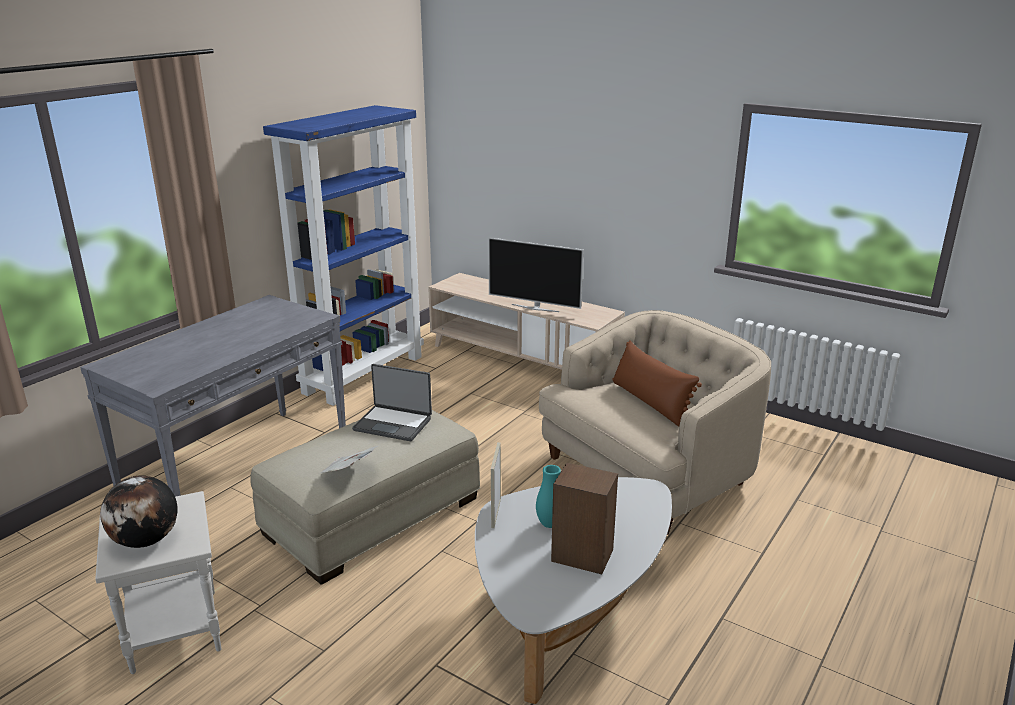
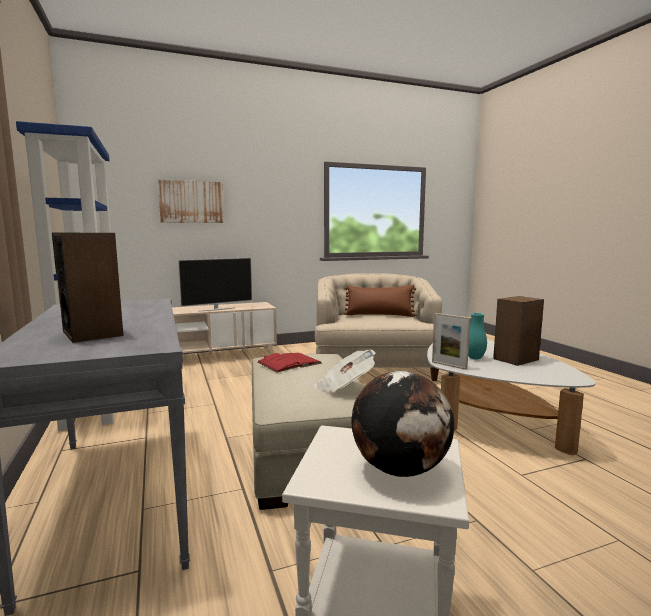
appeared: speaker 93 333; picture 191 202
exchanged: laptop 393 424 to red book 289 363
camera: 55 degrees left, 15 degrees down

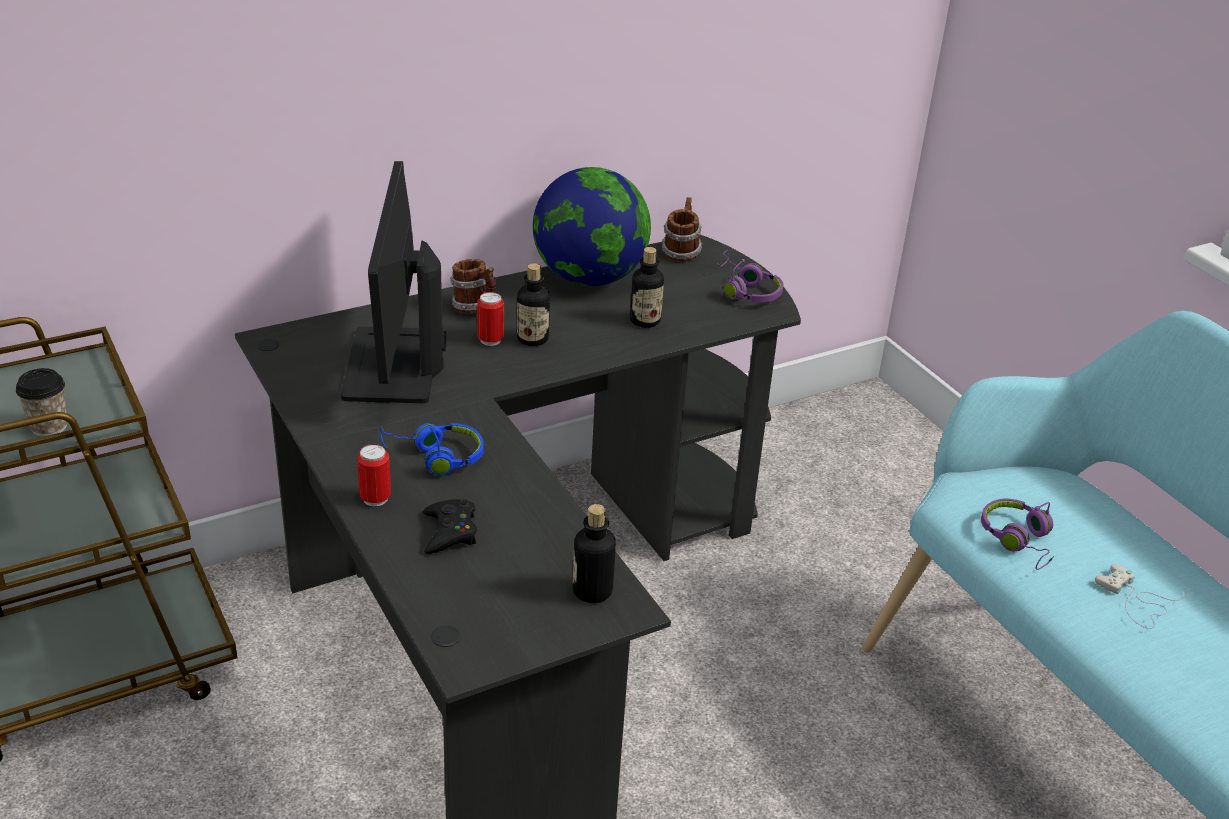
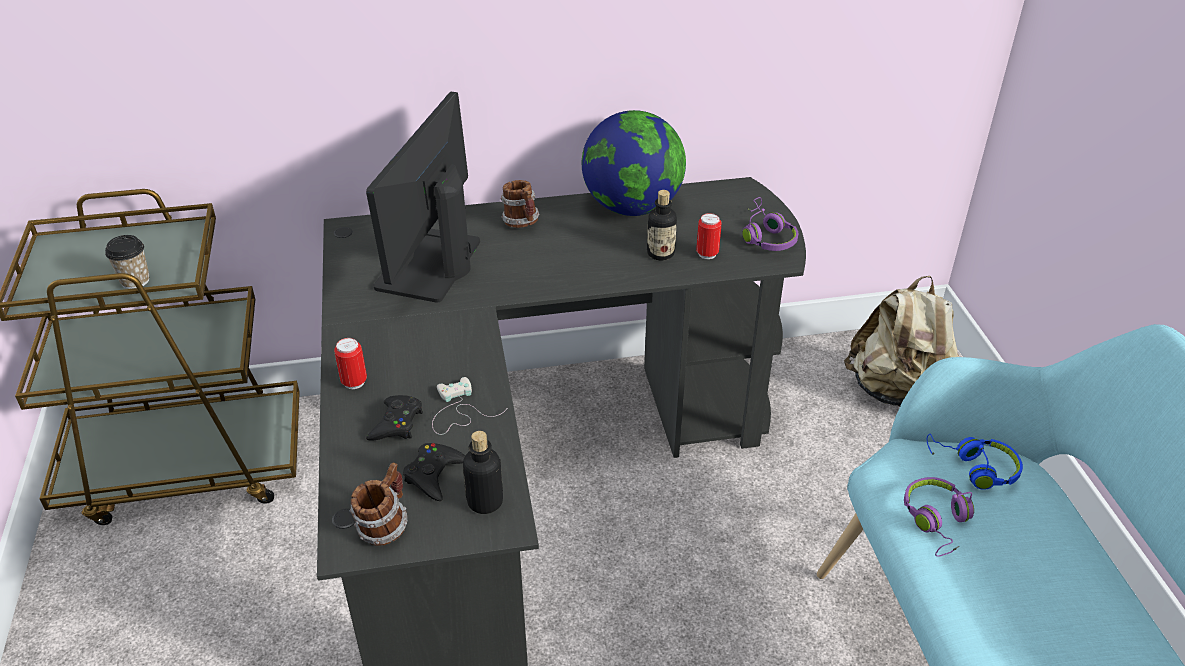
missing: bottle 532 339
appeared: black game controller 434 475; beige backpack 898 392
relocated: mug 680 252 to 384 526; white game controller 1137 601 to 458 410; can 490 340 to 707 254; blue headphones 435 457 to 974 468
camera: 20 degrees right, 5 degrees up

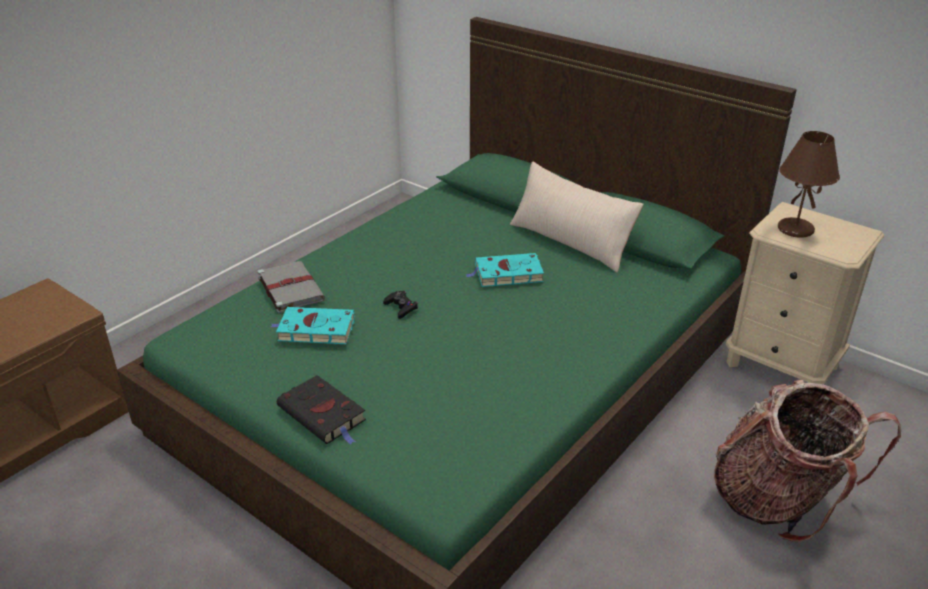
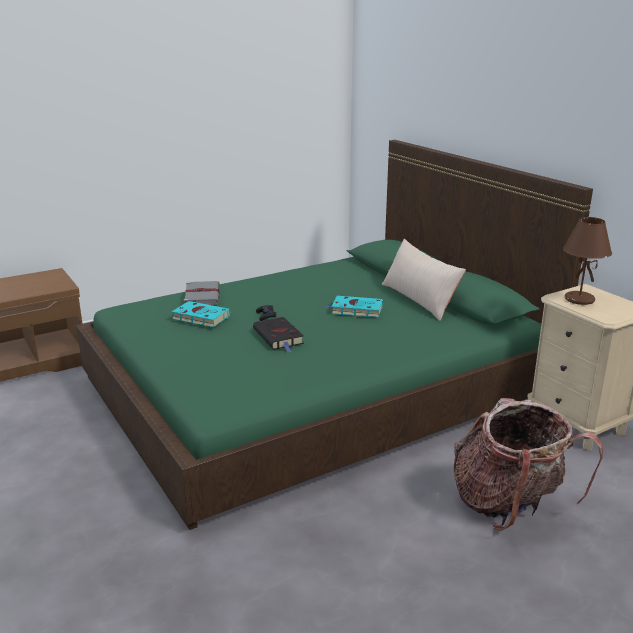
relocated: black book 324 415 to 279 337
camera: 20 degrees right, 10 degrees down

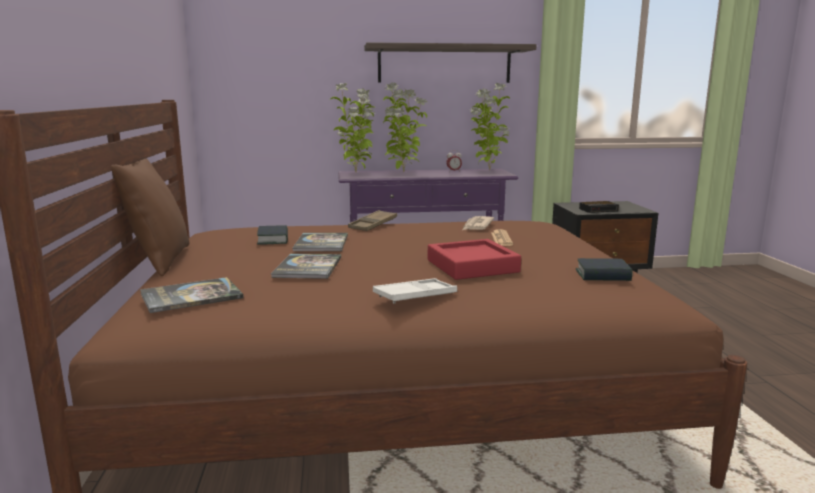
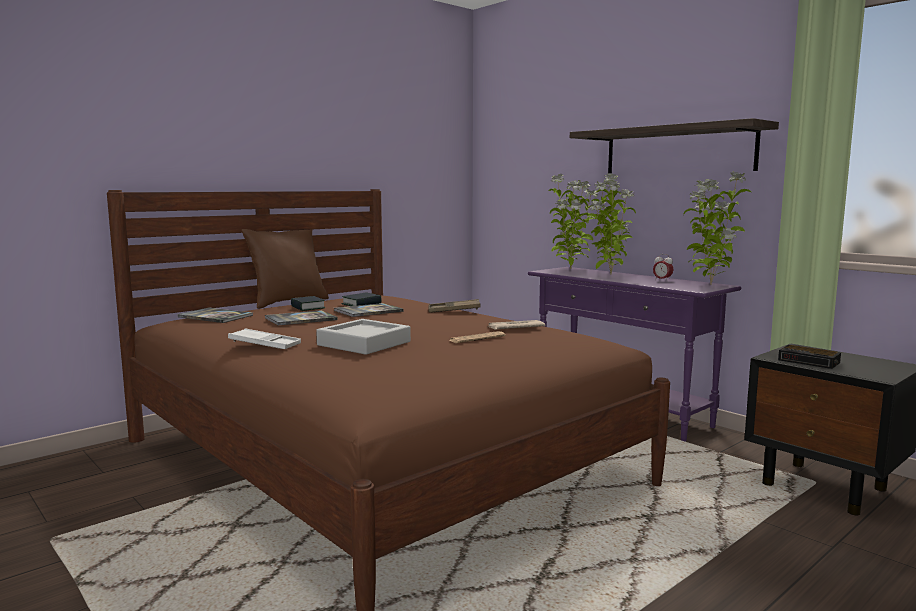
relocated: book 602 275 to 307 307
colour: red tray 472 266 to grey tray 364 343
camera: 55 degrees right, 5 degrees down

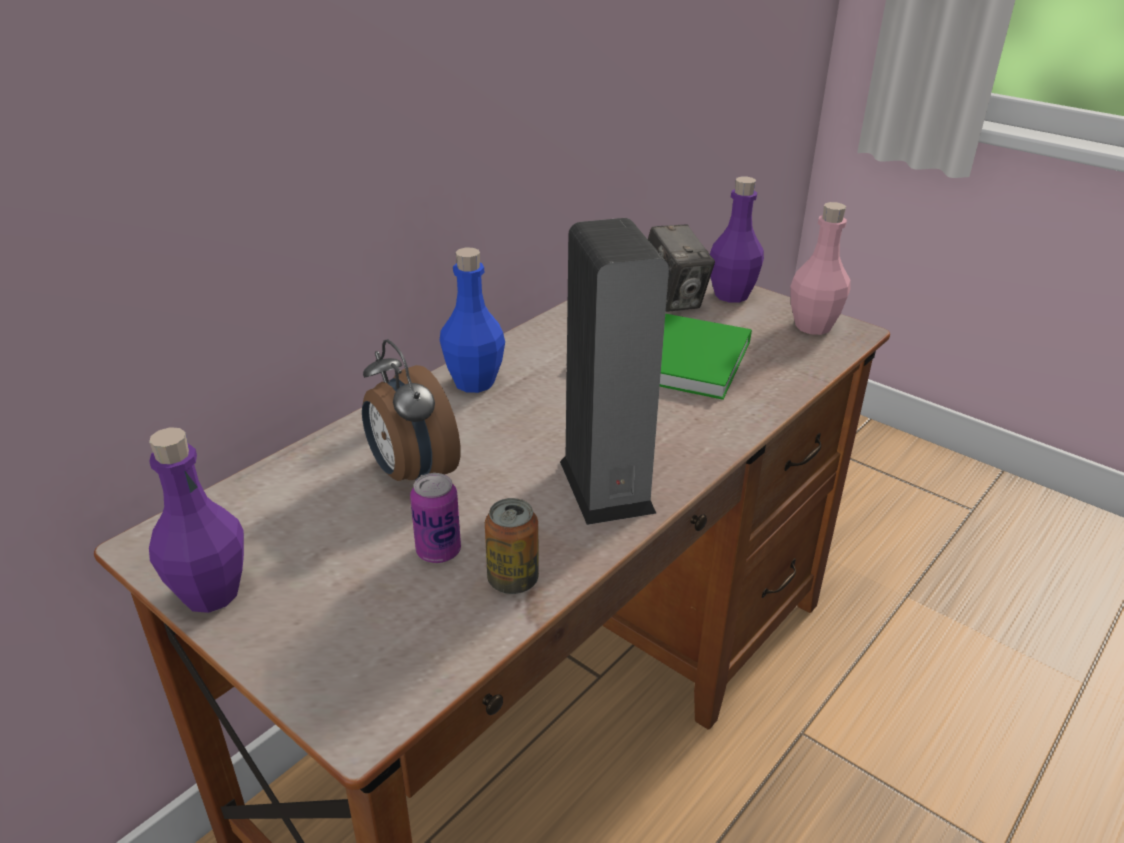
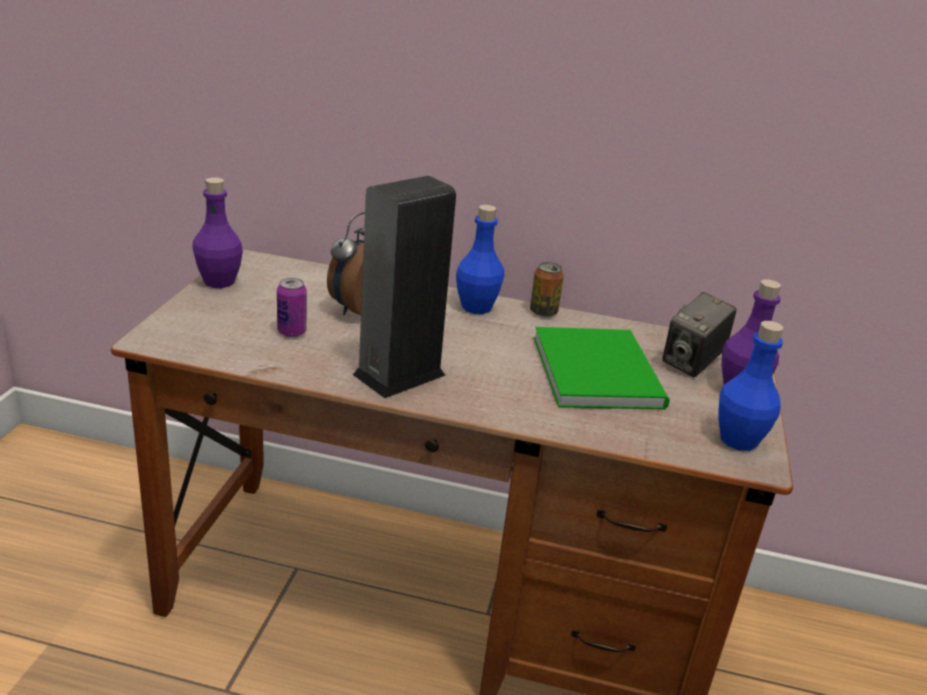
relocated: can 513 580 to 543 312
colour: pink bottle 813 326 to blue bottle 738 440
camera: 60 degrees right, 5 degrees down

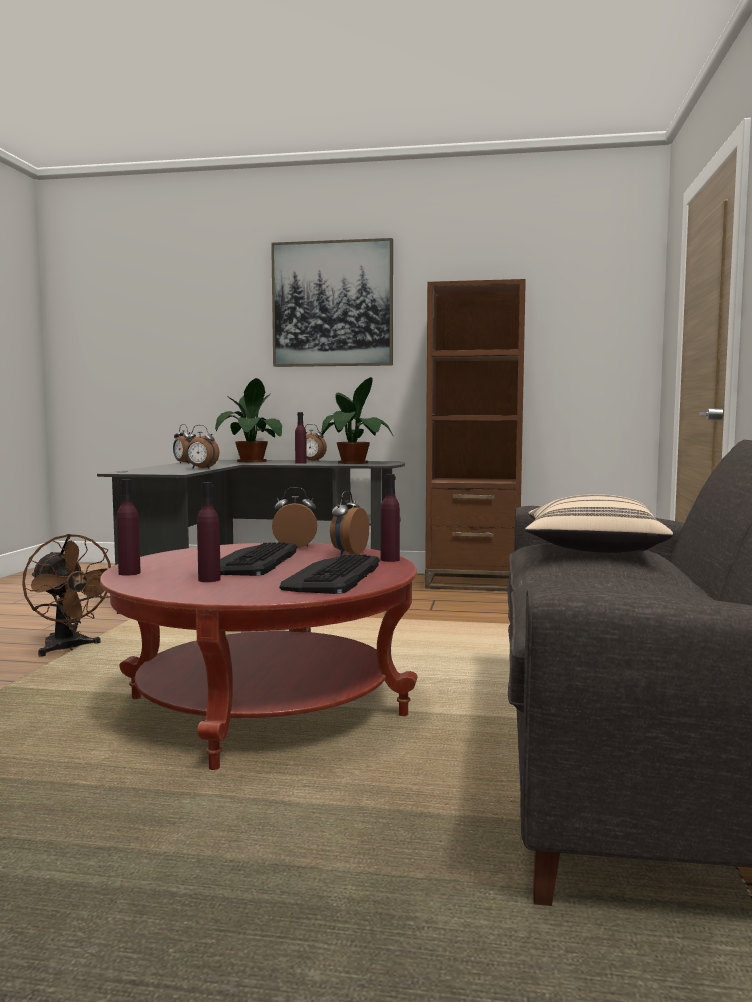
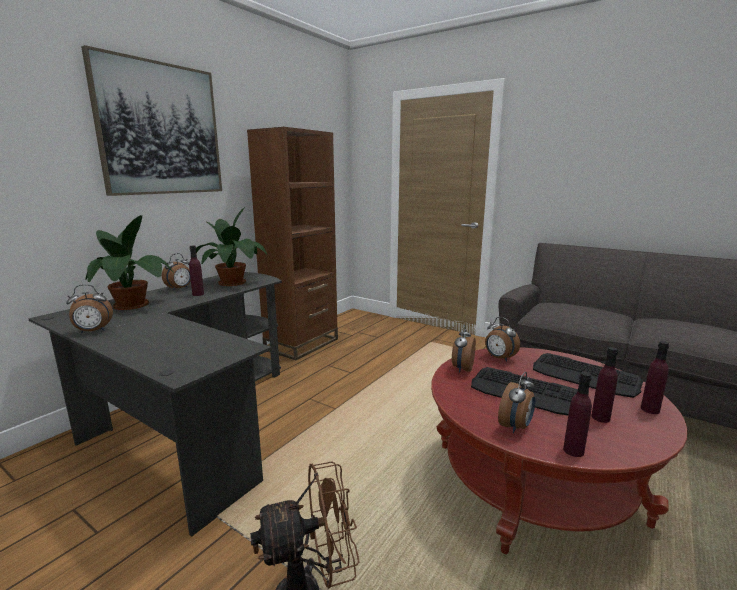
missing: beige pillow 592 550
relocated: alarm clock 201 468 to 515 427; purple bottle 390 560 to 650 409
camera: 65 degrees left, 10 degrees up

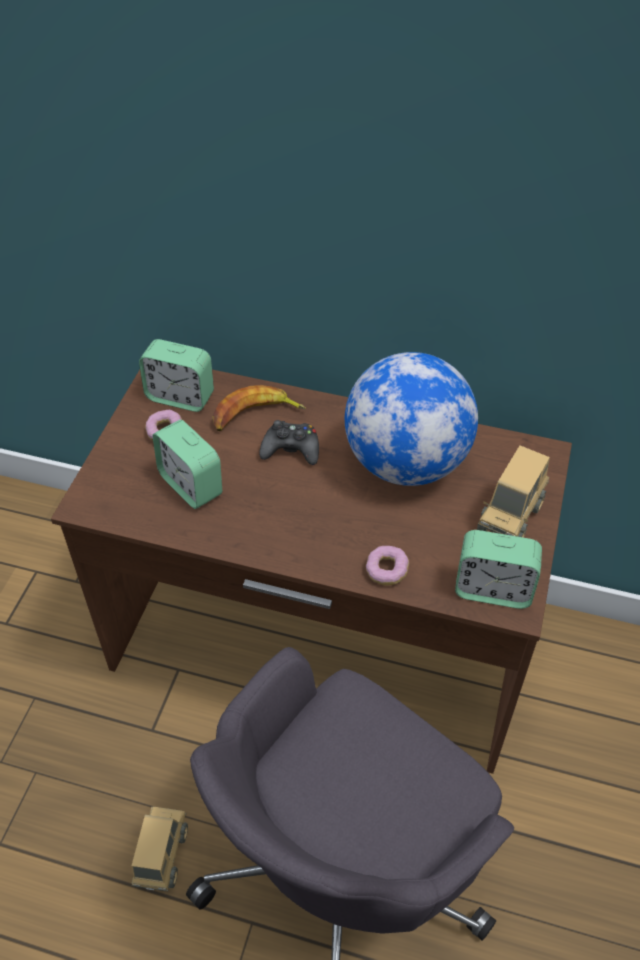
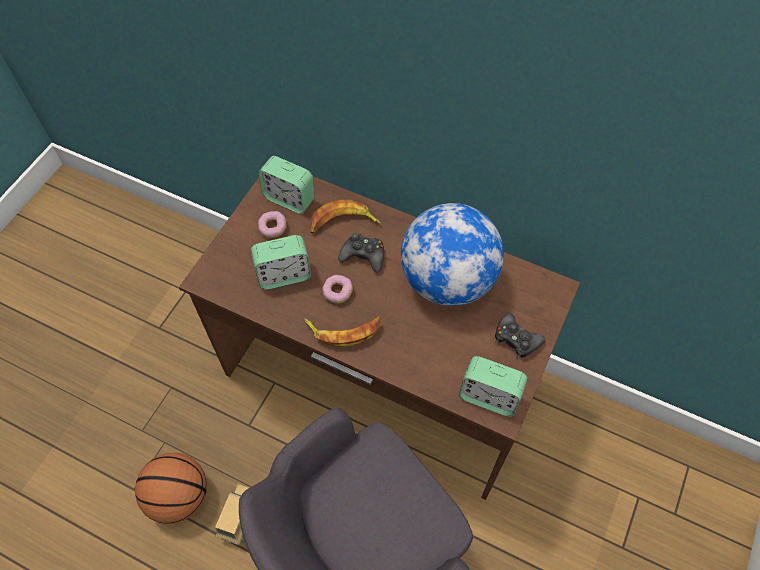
appeared: basketball 179 496; banana 345 330
relocated: donut 386 571 to 338 292
exchanged: toy truck 510 518 to black game controller 516 339
spun: alarm clock 191 485 = 284 275 75 degrees counterclockwise
camera: 10 degrees right, 10 degrees up

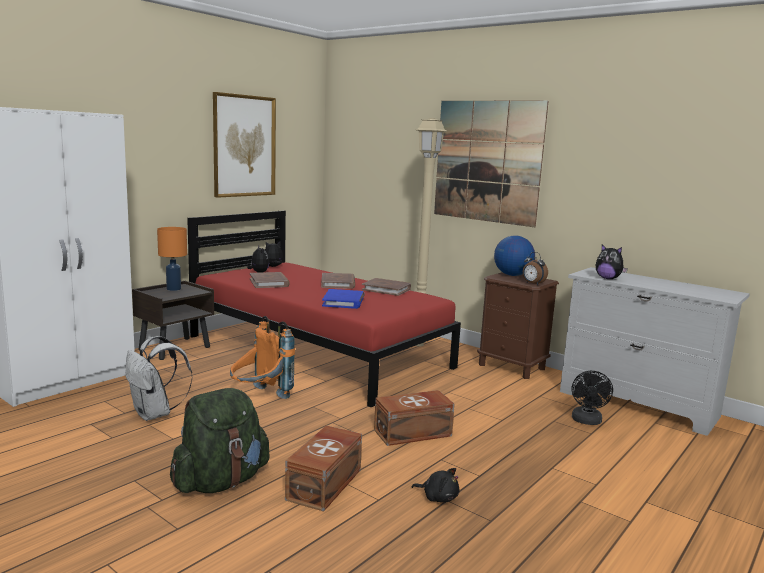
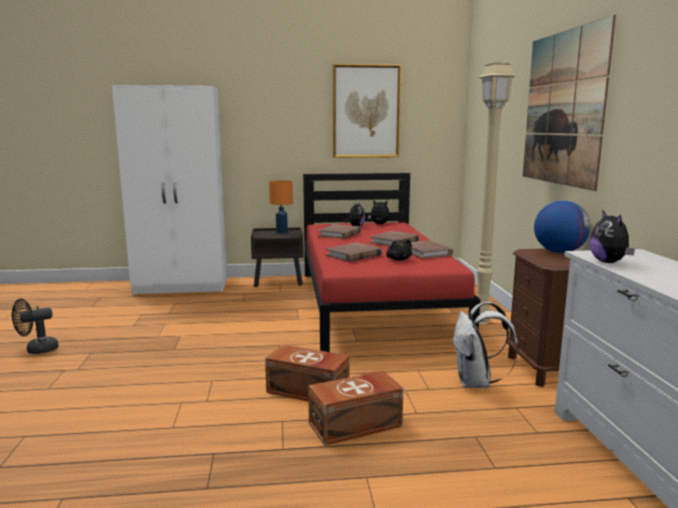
missing: green backpack 221 482; orange backpack 260 398; alarm clock 532 284
relocated: black fan 587 421 to 37 350; brown storage box 326 484 to 357 425; black plush toy 438 497 to 398 259; white backpack 155 414 to 476 383
colour: blue book 343 302 to brown book 354 255
camera: 45 degrees right, 0 degrees up

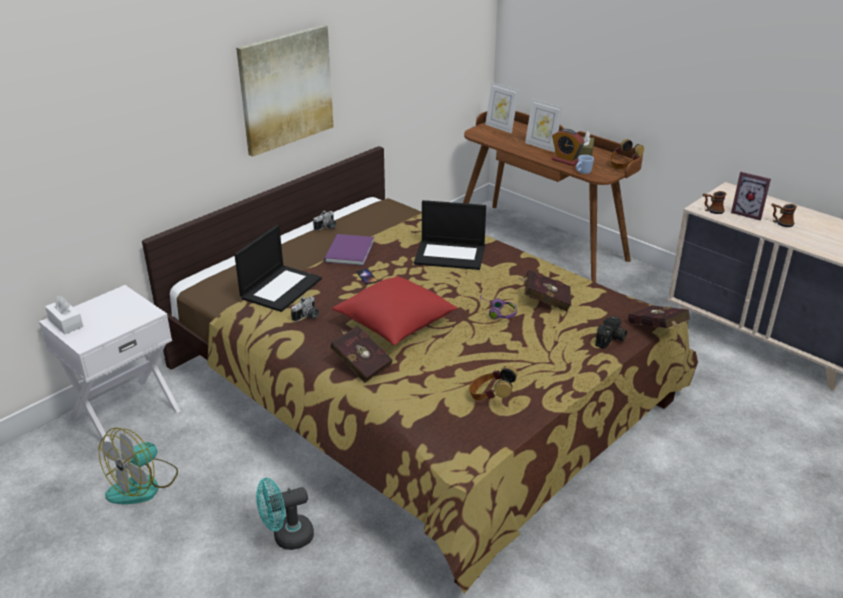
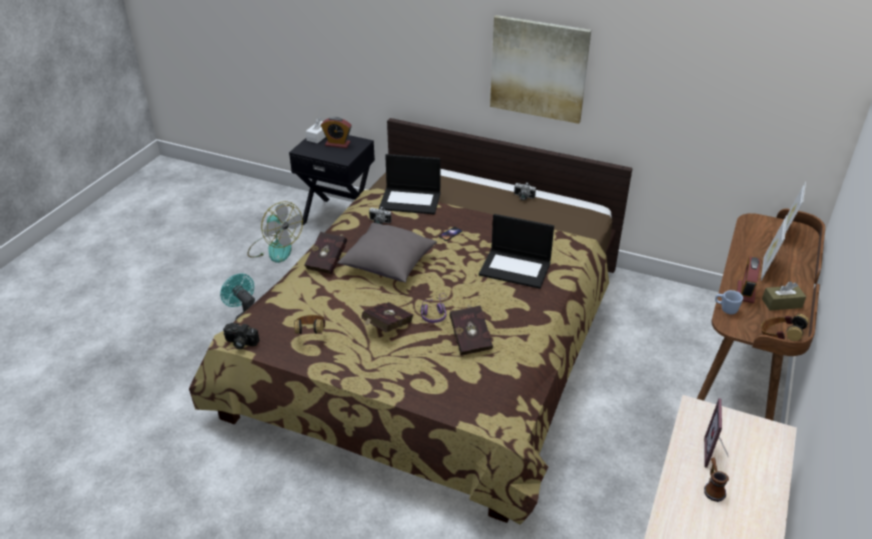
missing: purple book 347 252; mug 711 211
appeared: alarm clock 337 144
relocated: photo camera 611 340 to 240 343; red book 658 330 to 386 327
colour: white nightstand 125 412 to black nightstand 338 216; red pillow 396 325 to grey pillow 388 265
spun: fan 143 484 = 275 248 150 degrees counterclockwise; laptop 451 255 = 516 268 60 degrees counterclockwise
camera: 70 degrees right, 5 degrees up

